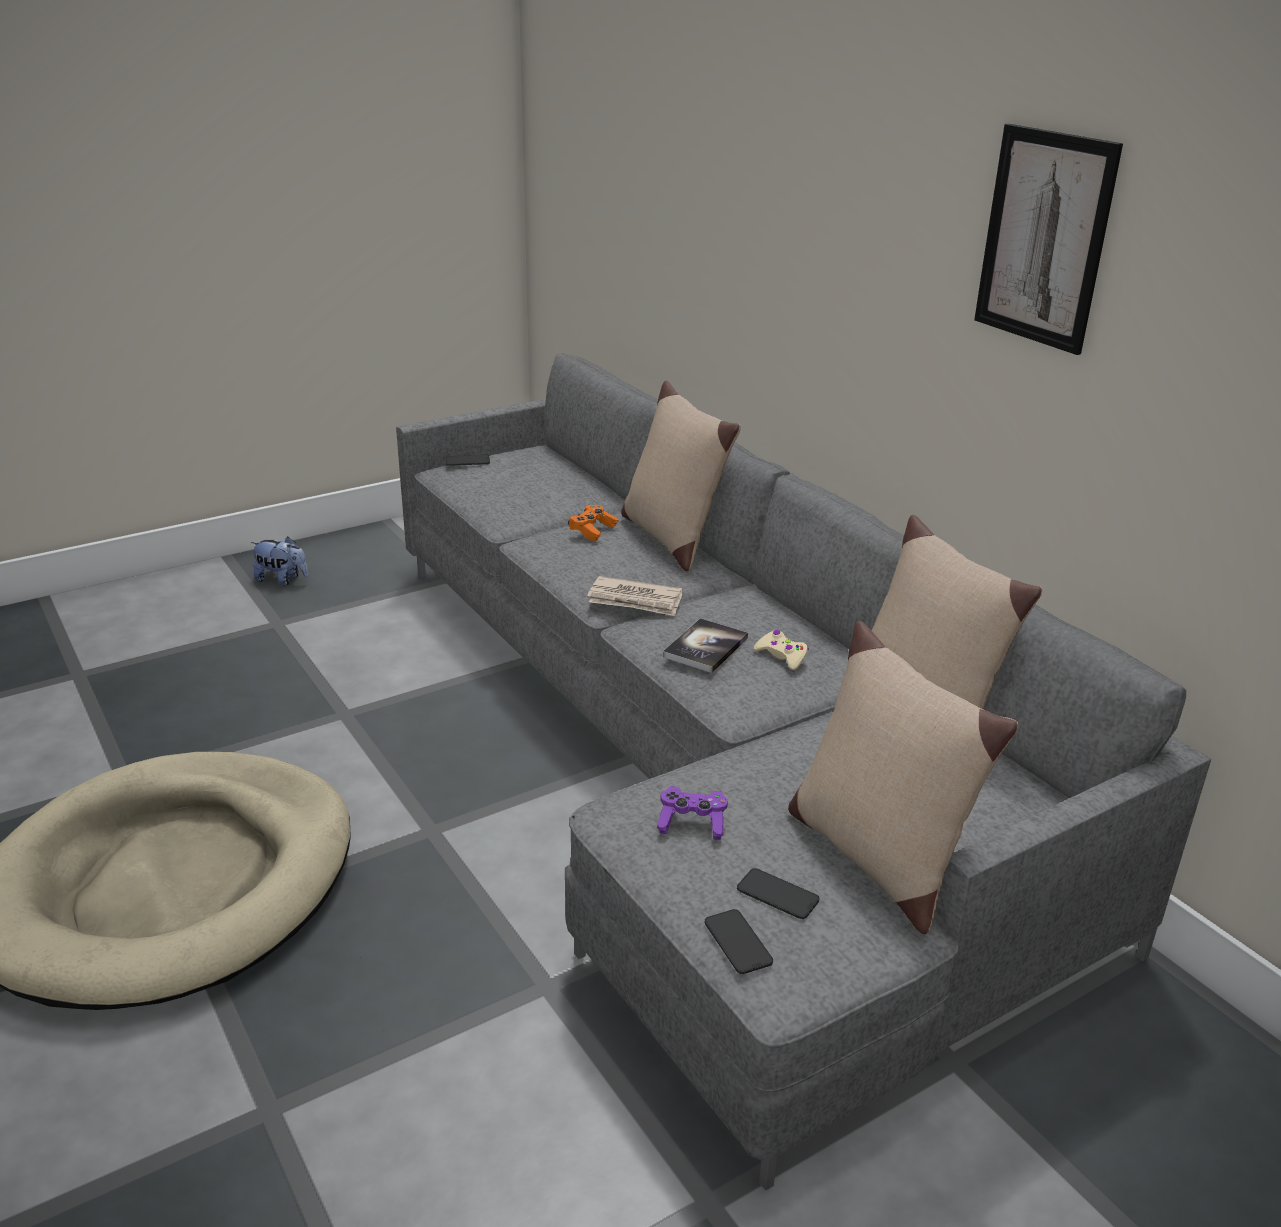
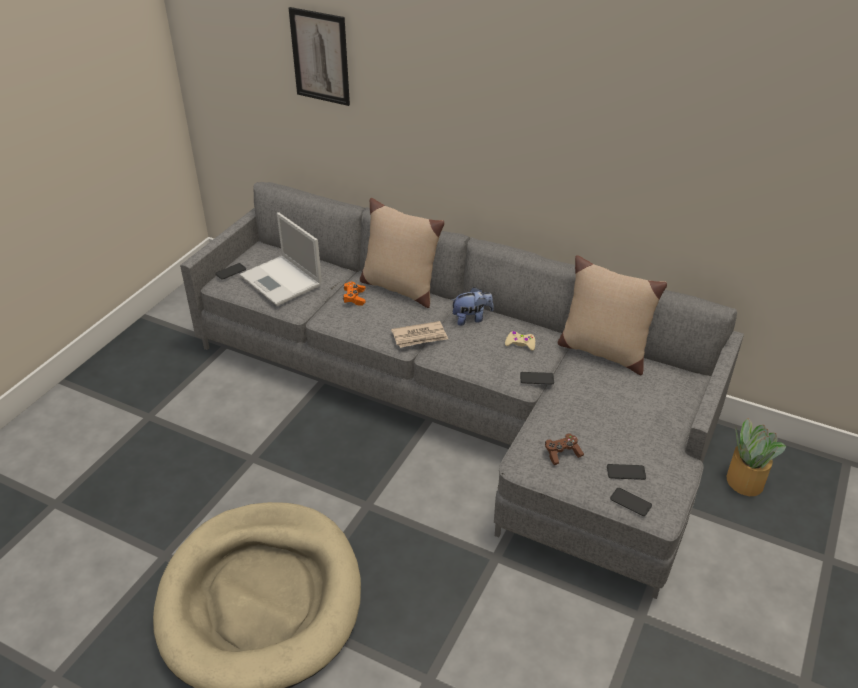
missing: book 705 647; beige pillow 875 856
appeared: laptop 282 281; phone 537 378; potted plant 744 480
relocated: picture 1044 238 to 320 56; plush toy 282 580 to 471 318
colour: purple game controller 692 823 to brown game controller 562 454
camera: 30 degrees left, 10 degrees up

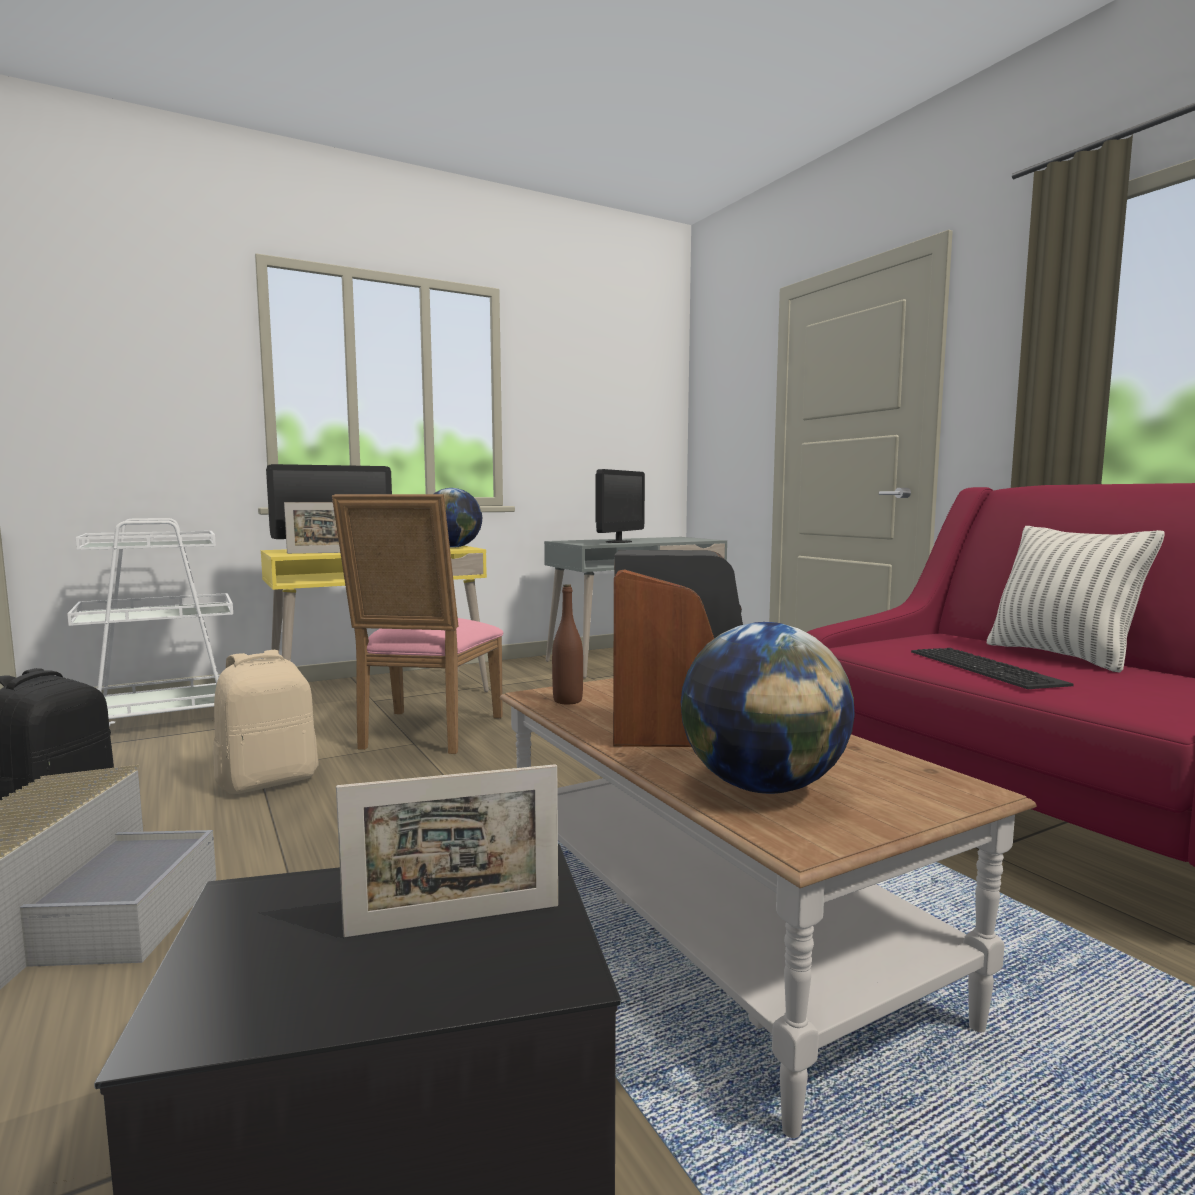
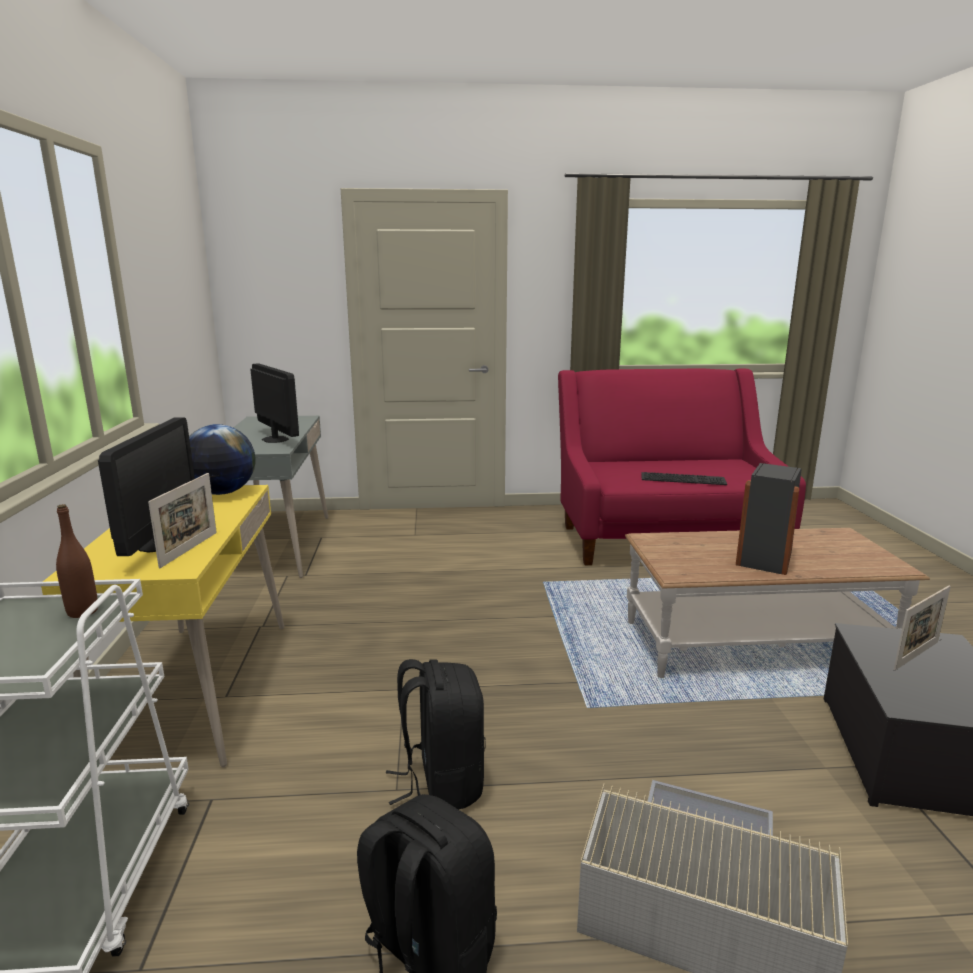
missing: pink chair 425 734; globe 763 786; pillow 1061 656
relocated: brown bottle 567 701 to 82 612
colour: beige backpack 268 781 to black backpack 441 782
spun: picture frame 454 920 = 916 655 45 degrees clockwise
camera: 65 degrees left, 10 degrees up

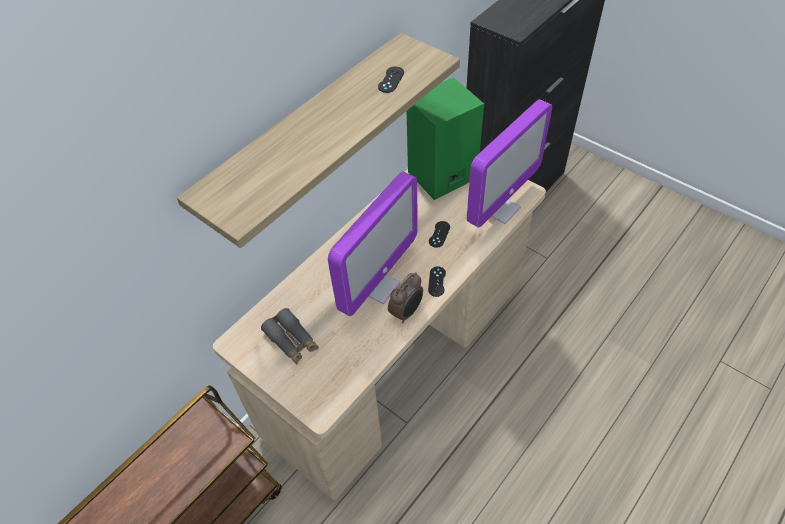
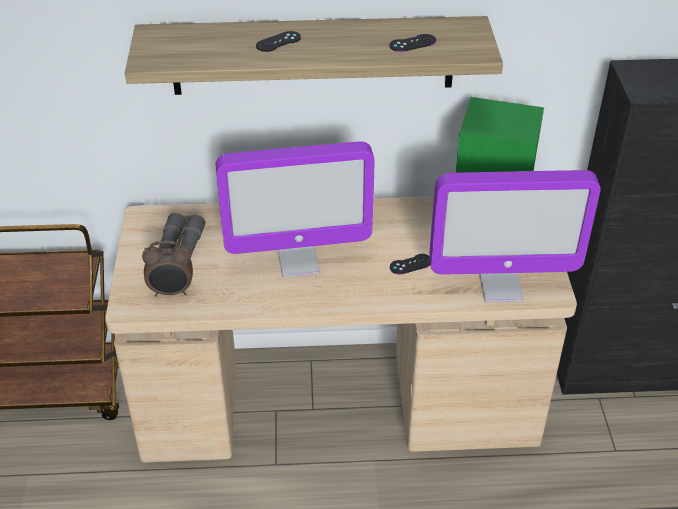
relocated: alarm clock 407 312 to 171 292; black game controller 437 281 to 278 42
camera: 45 degrees right, 10 degrees down

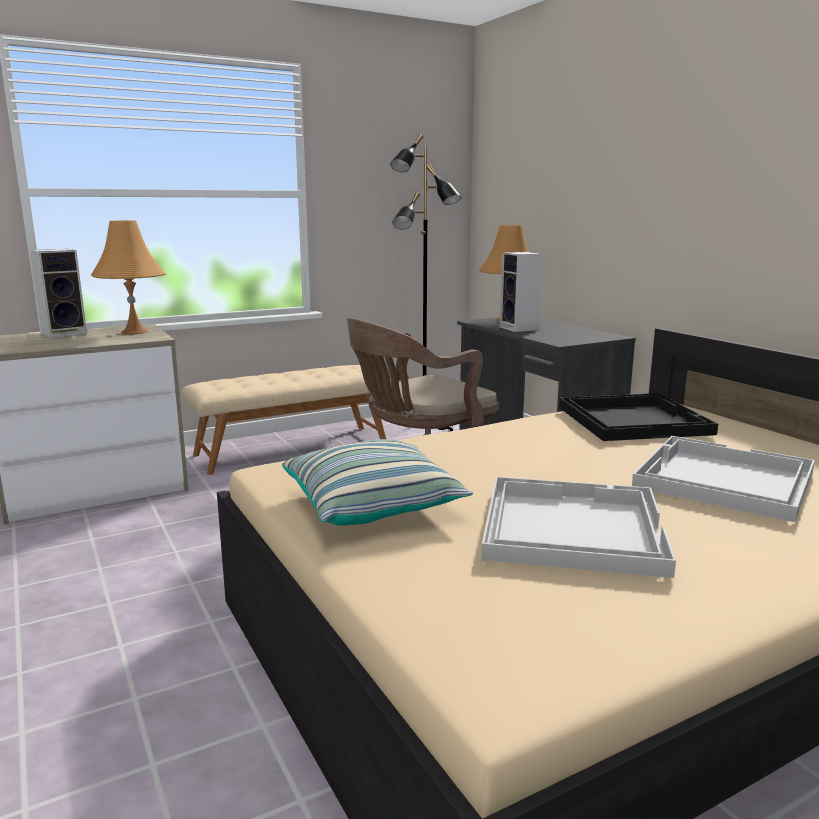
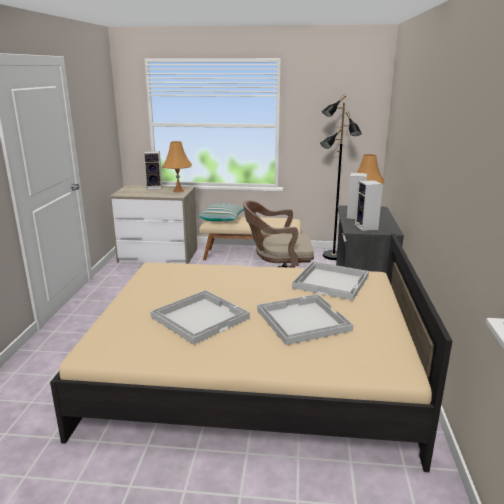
appeared: speaker 367 227
relocated: pillow 373 505 to 222 219
colour: black tray 633 420 to white tray 332 281
camera: 35 degrees right, 5 degrees up

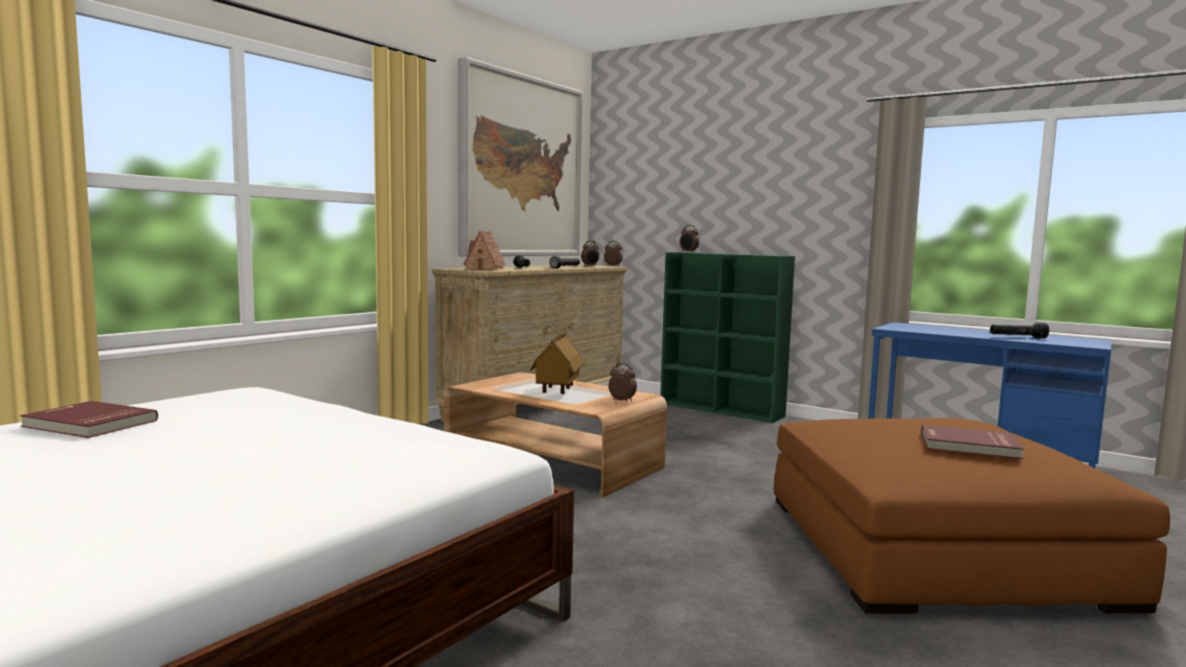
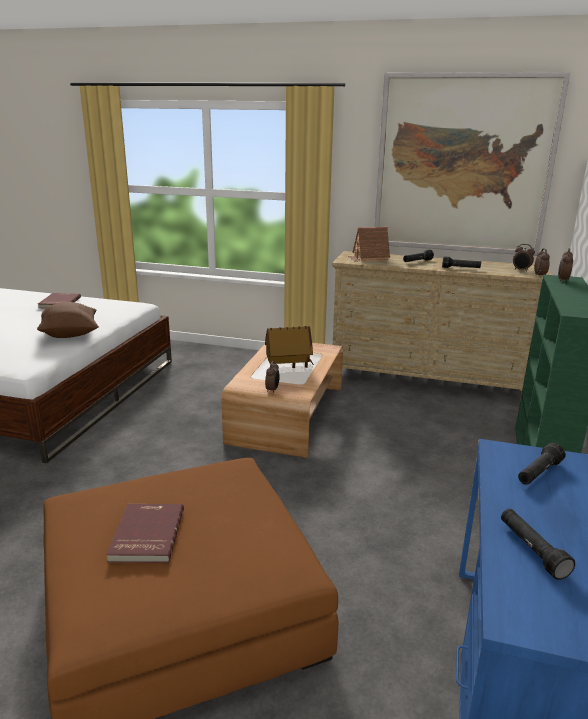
appeared: brown pillow 70 334; black flashlight 538 473
camera: 70 degrees right, 15 degrees up

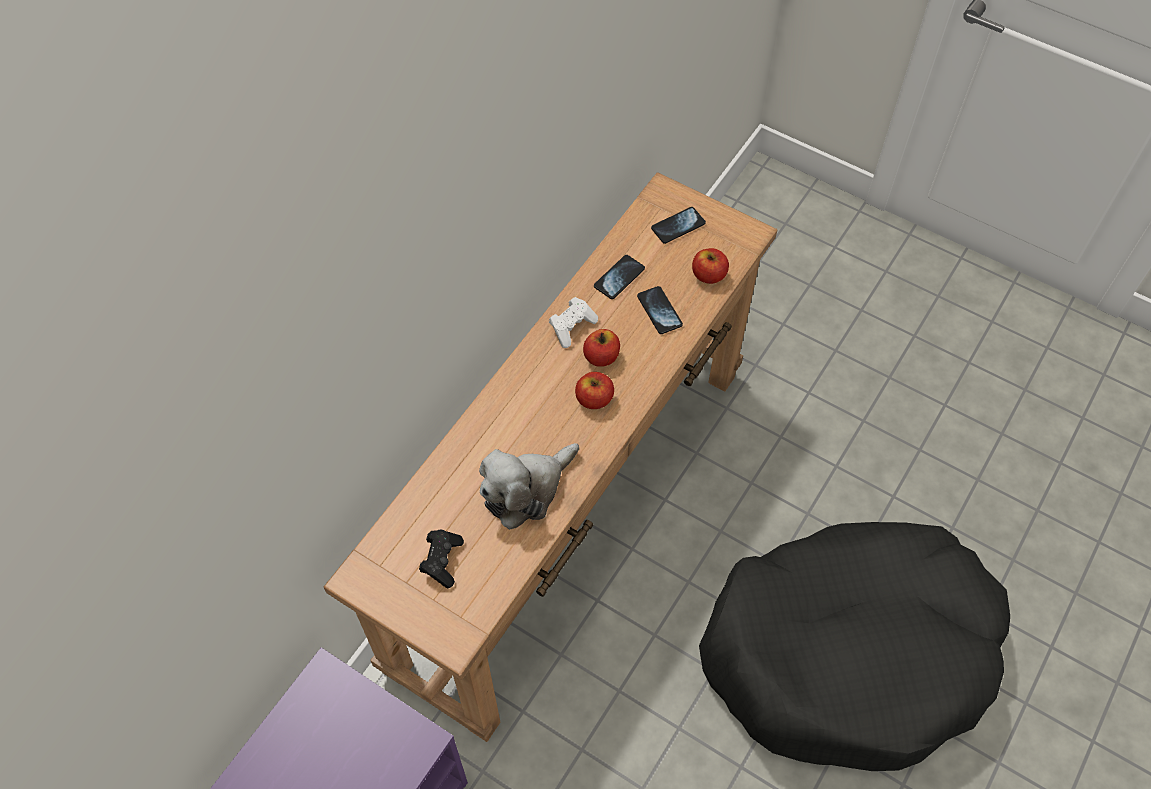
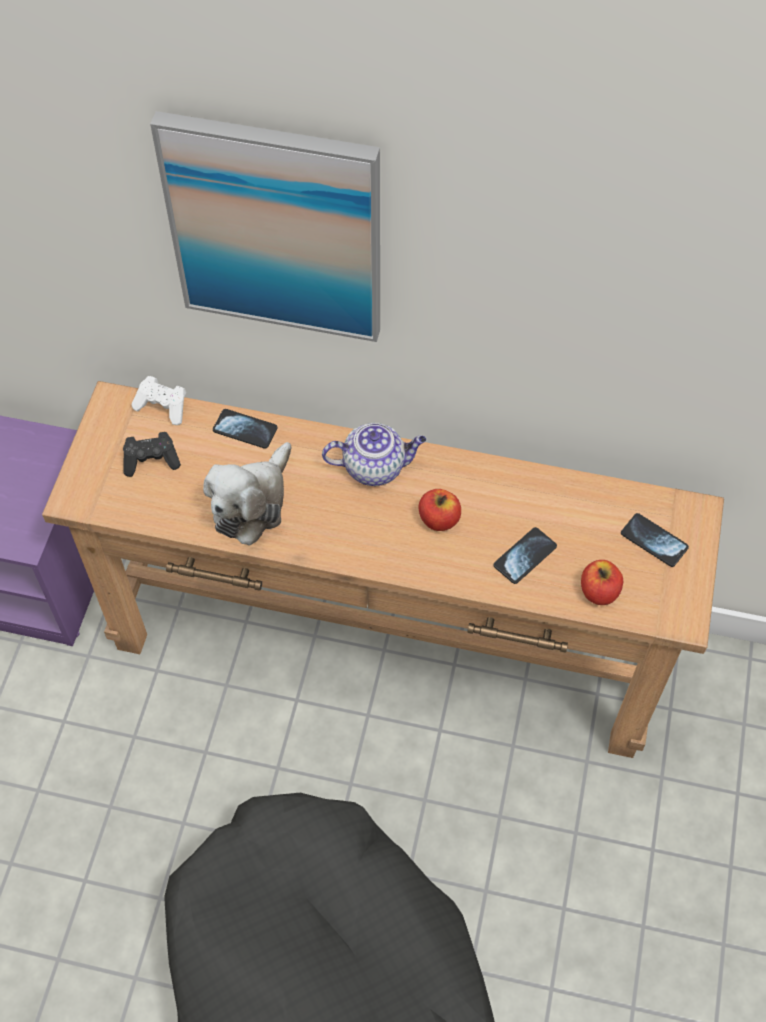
missing: apple 594 399
appeared: picture 276 228; teapot 375 467
relocated: white game controller 572 327 to 163 407; phone 619 278 to 245 430
spun: plush toy 526 490 = 252 503 90 degrees counterclockwise
camera: 70 degrees right, 0 degrees up

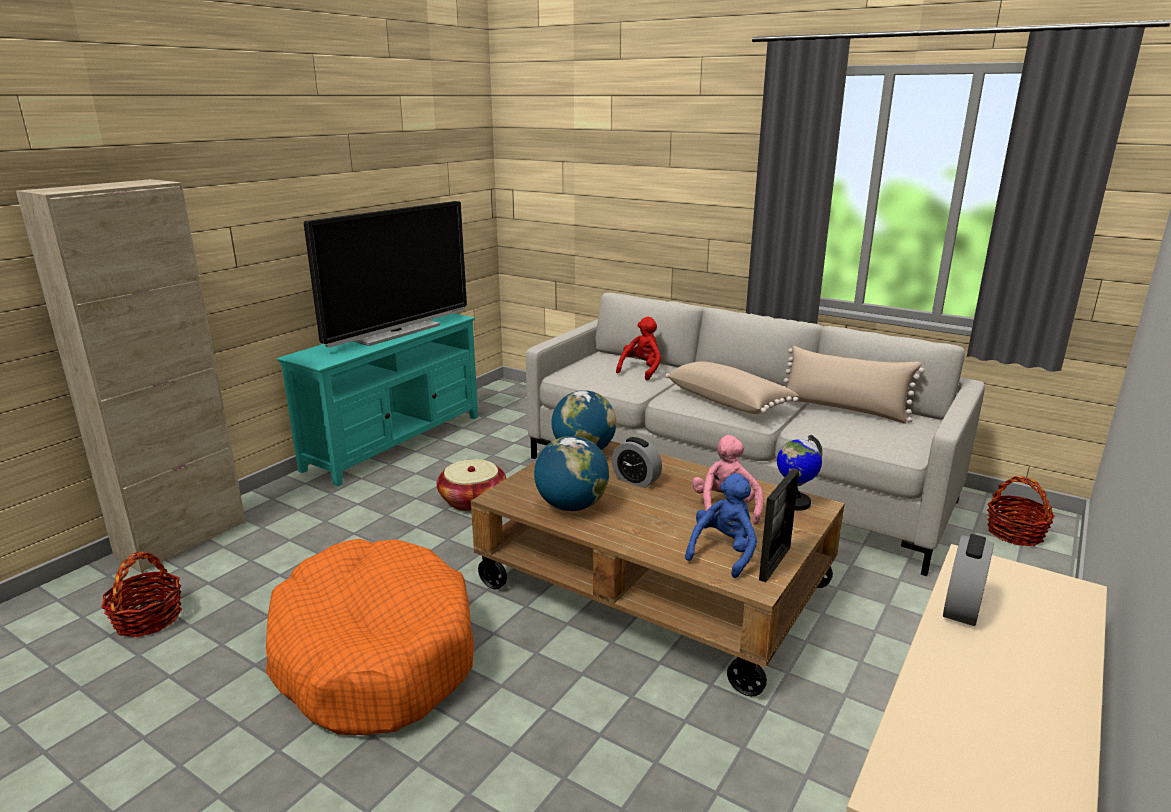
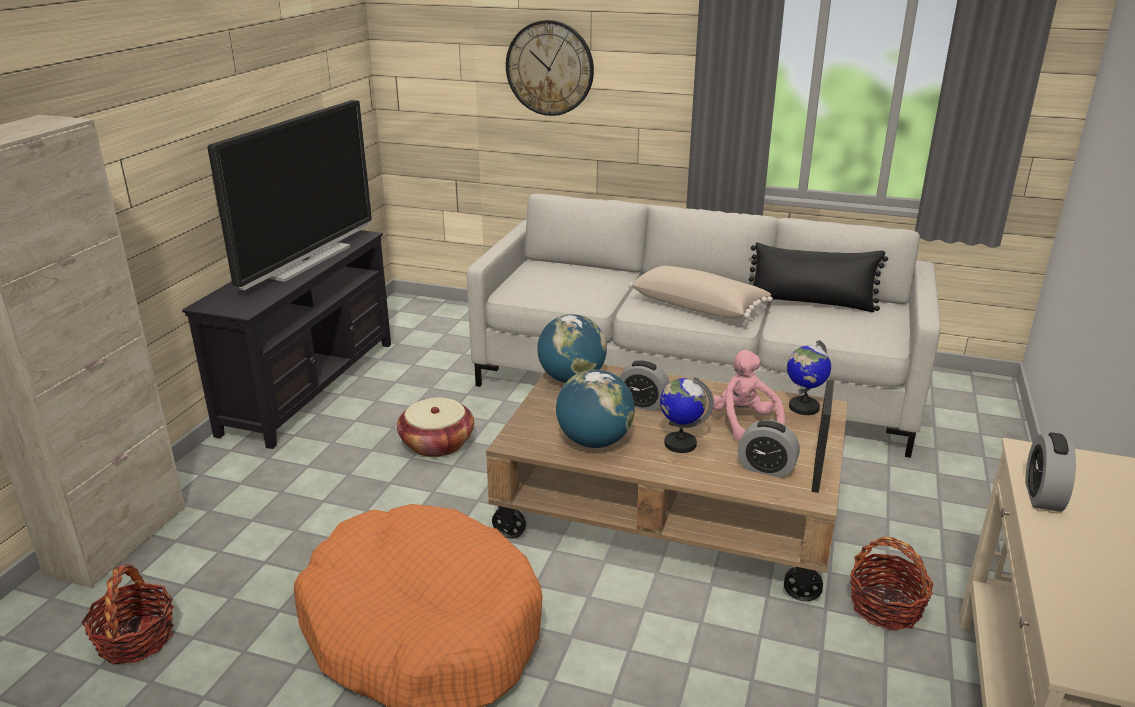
missing: red plush toy 641 370
appeared: wall clock 550 68; globe 680 444
relocated: basket 1015 533 to 886 607
exchanged: blue plush toy 724 552 to alarm clock 766 468
colour: turquoise tv stand 394 443 to black tv stand 310 387; beige pillow 844 409 to black pillow 811 302
camera: 15 degrees left, 5 degrees up

